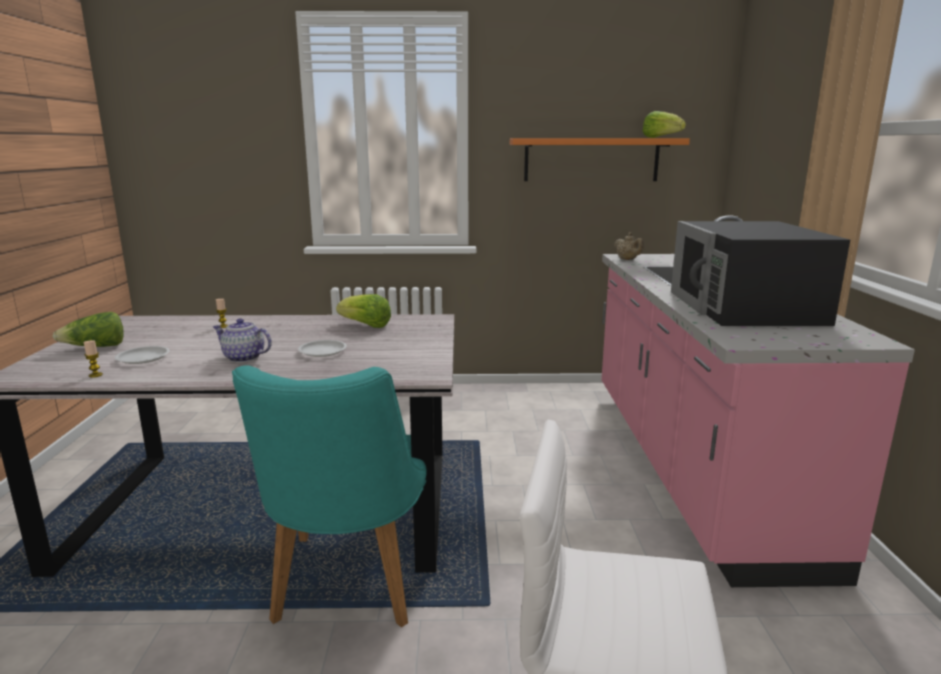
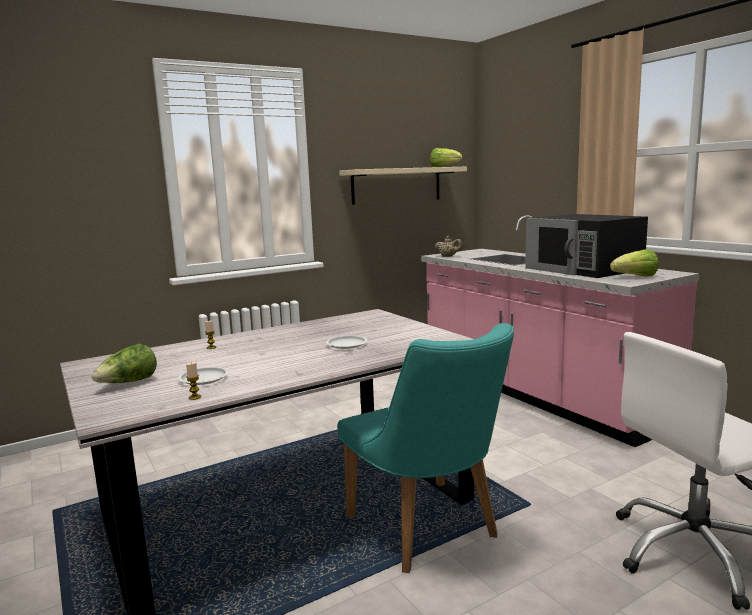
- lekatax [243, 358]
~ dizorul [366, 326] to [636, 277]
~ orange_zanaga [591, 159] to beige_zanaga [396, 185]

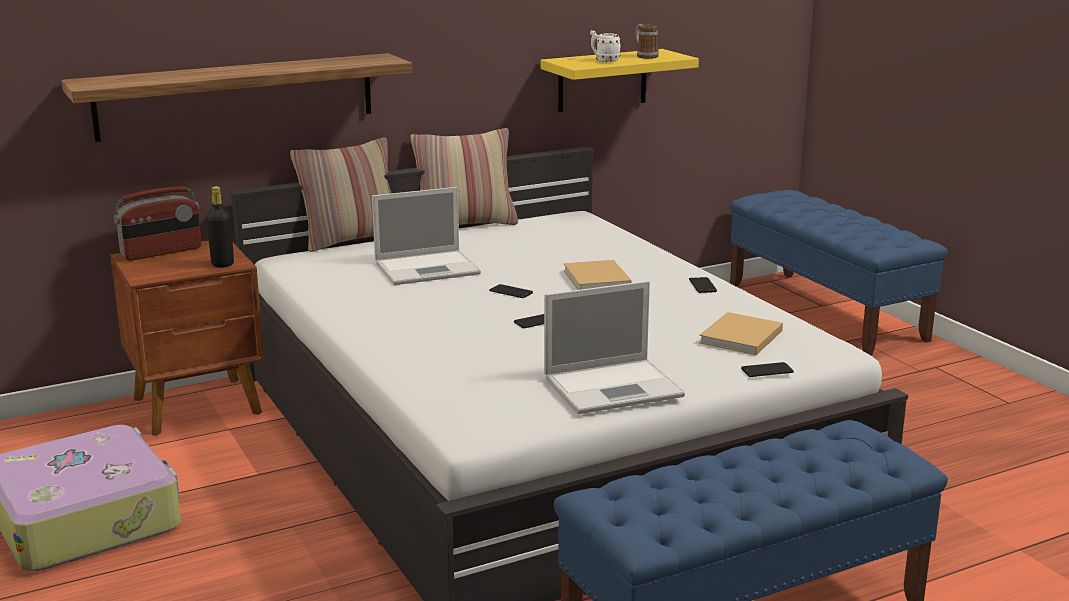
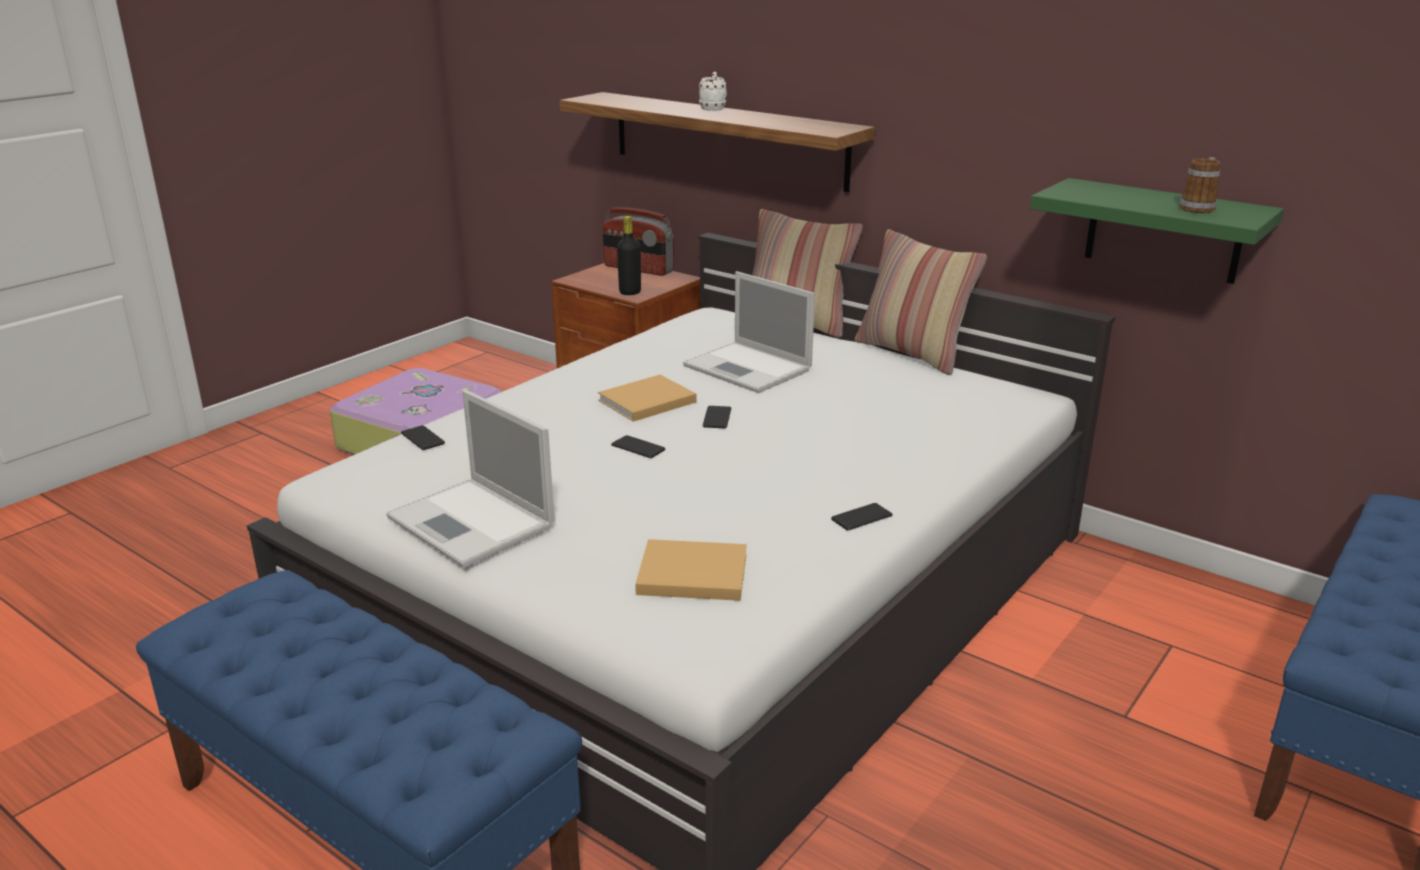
~ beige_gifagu [597, 279] to [645, 402]
~ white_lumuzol [604, 60] to [713, 109]
~ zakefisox [767, 370] to [422, 438]
~ yellow_zanaga [602, 80] to green_zanaga [1164, 231]

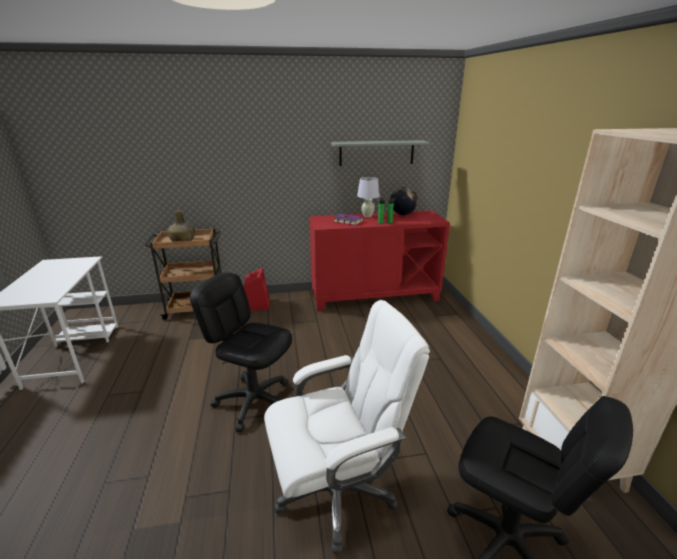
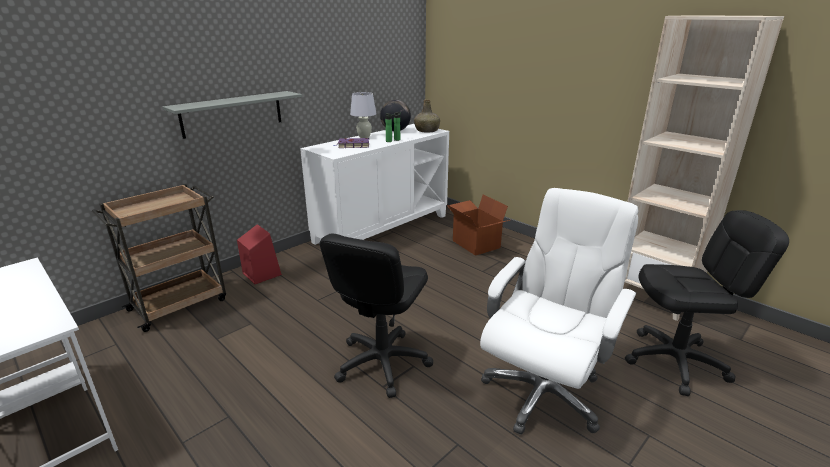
+ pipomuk [475, 244]
~ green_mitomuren [183, 240] to [427, 131]
~ grey_zanaga [376, 153] to [232, 114]
~ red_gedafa [374, 296] to white_gedafa [382, 228]
~ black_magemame [254, 401] = [382, 363] 60 degrees counterclockwise

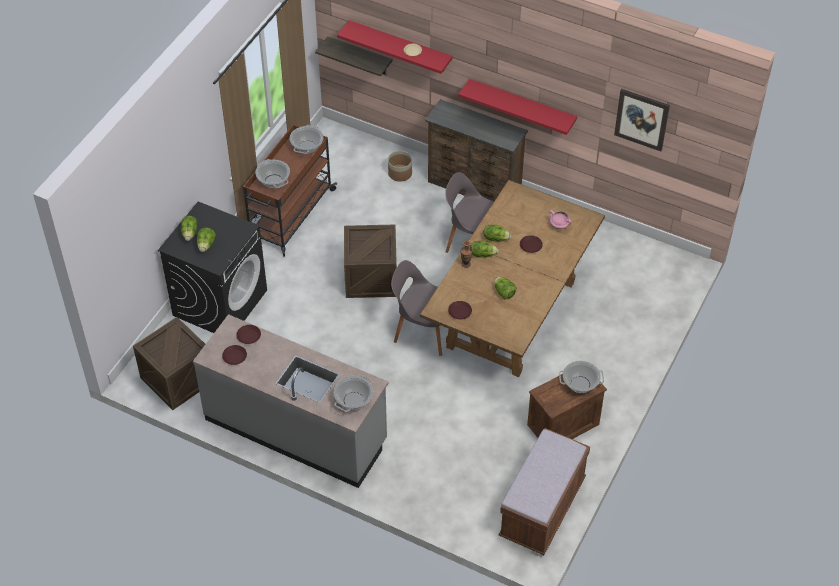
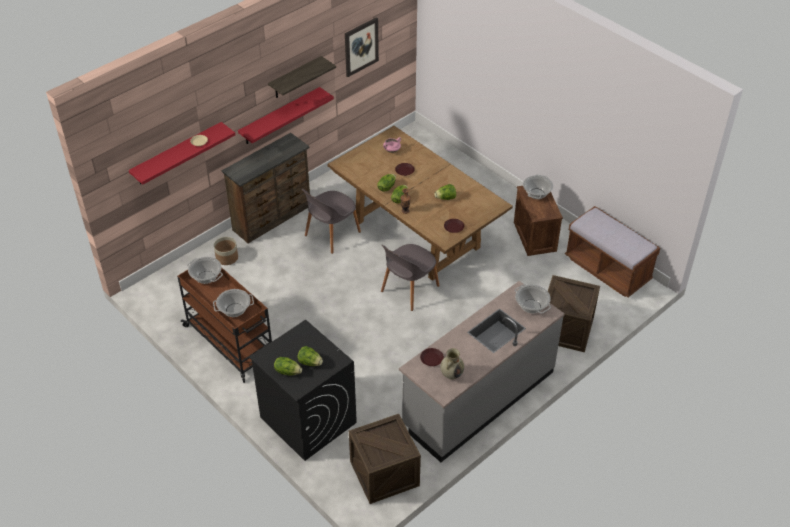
~ zanaga [360, 56] to [295, 78]
~ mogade [371, 277] to [565, 329]
~ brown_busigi [235, 356] to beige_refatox [451, 374]

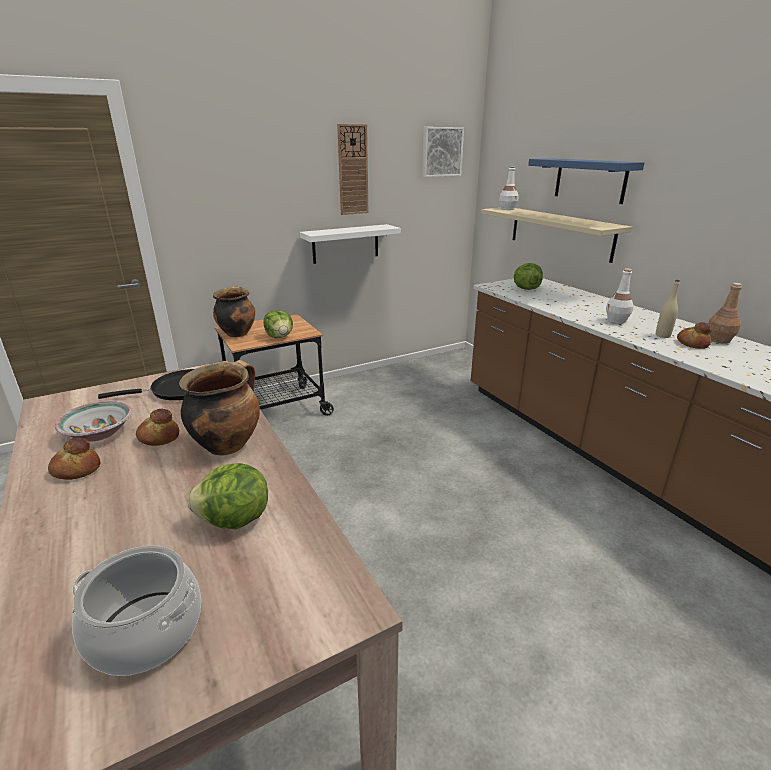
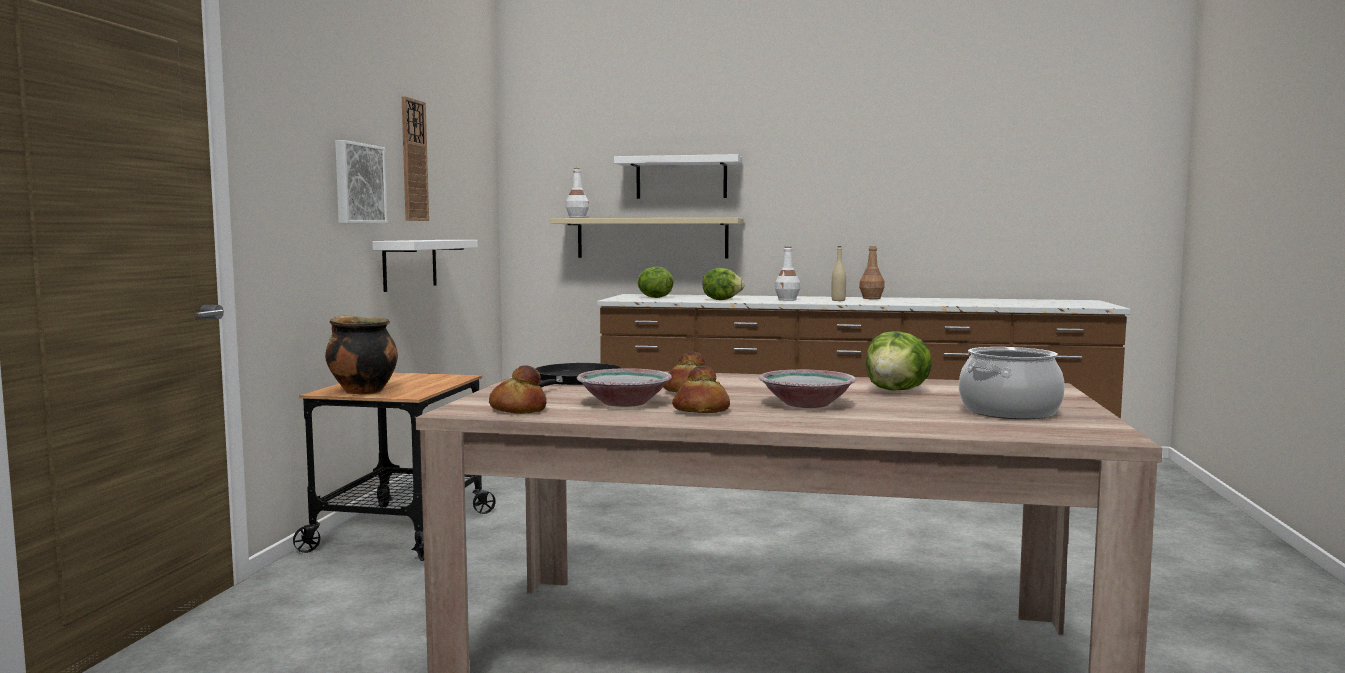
- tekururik [227, 444]
+ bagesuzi [805, 404]
~ dizorul [280, 337] to [721, 300]
~ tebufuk [441, 152] to [358, 183]
~ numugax [692, 344] to [518, 409]
~ blue_zanaga [590, 180] to white_zanaga [681, 178]

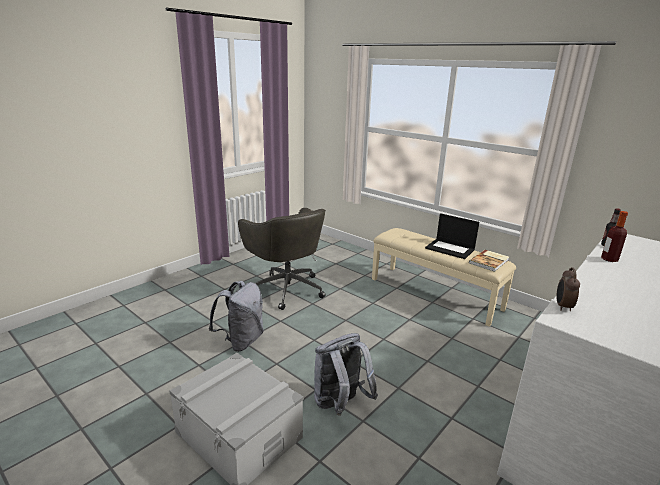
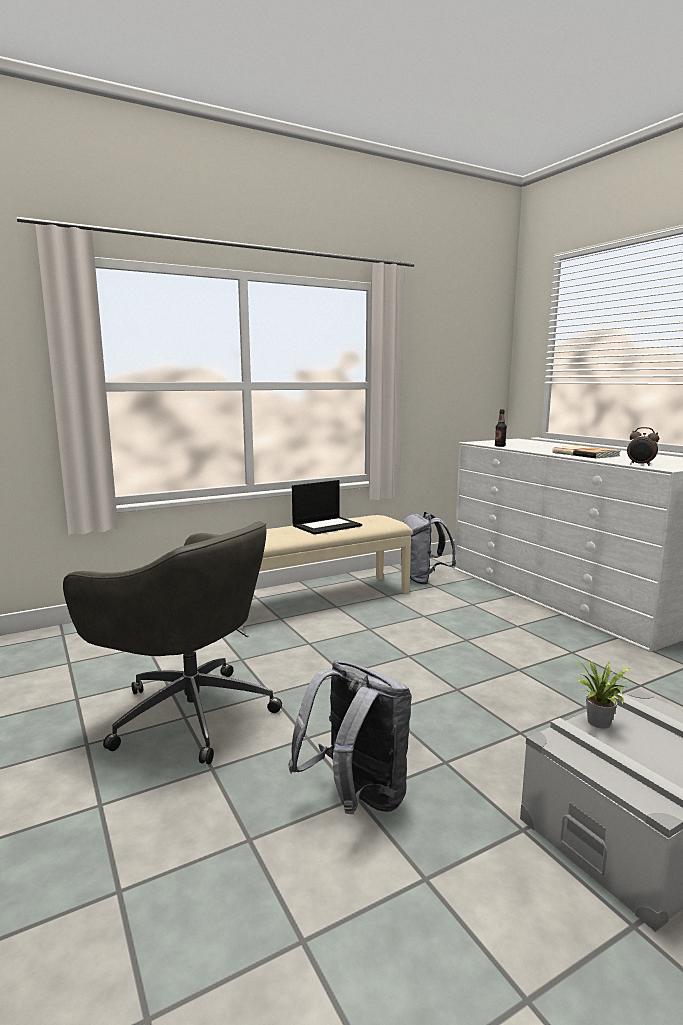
- mitomuren [609, 259]
+ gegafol [598, 724]
~ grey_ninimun [340, 404] to [423, 579]
~ gifagu [490, 261] to [585, 454]
~ grey_magemame [286, 288] = [188, 712] 45 degrees clockwise

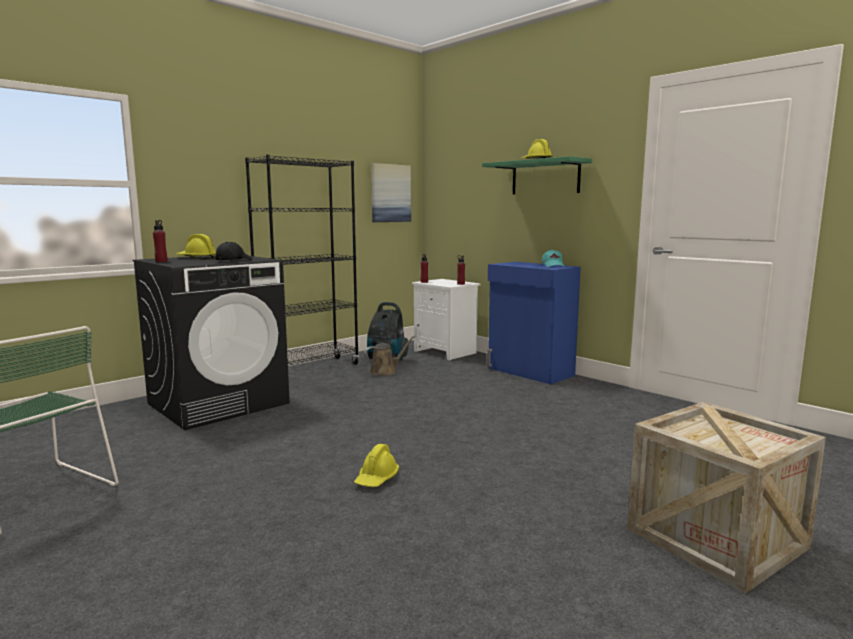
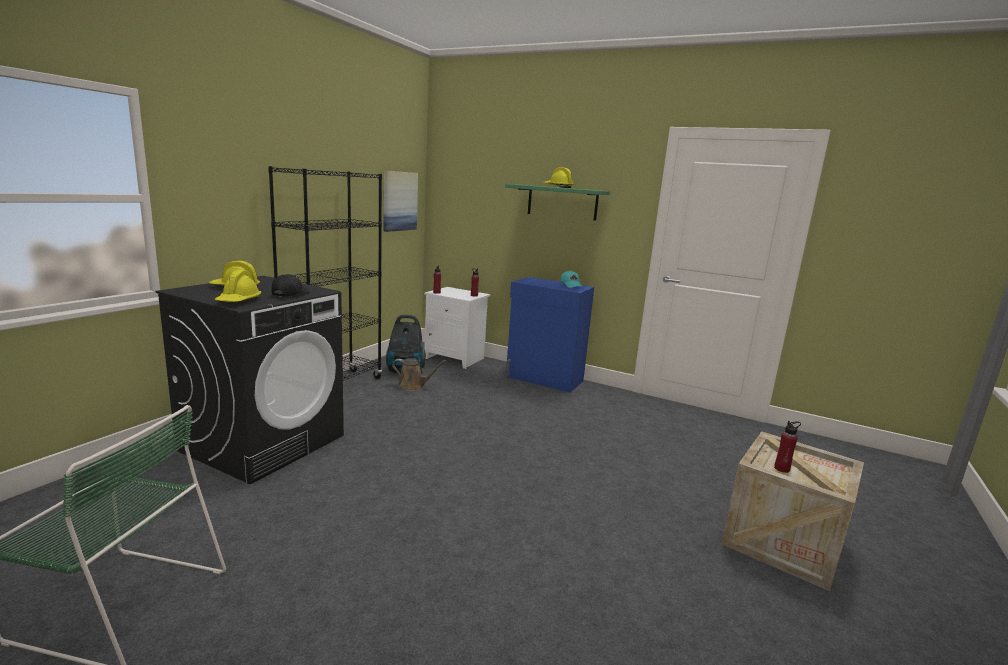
~ red_mitomuren [161, 261] to [782, 469]
~ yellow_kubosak [377, 479] to [238, 301]
~ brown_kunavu [385, 371] = [413, 386] 60 degrees clockwise

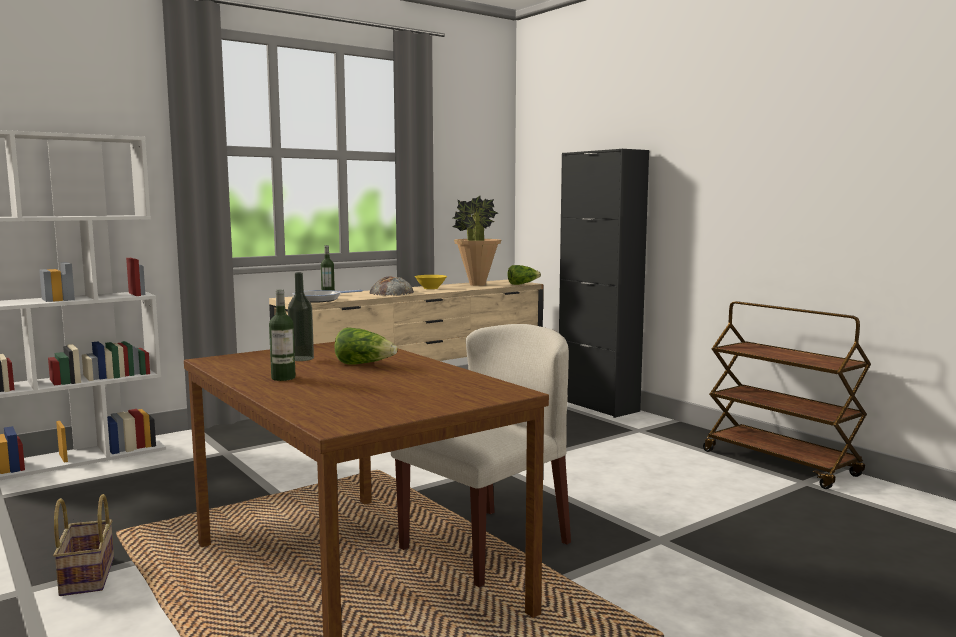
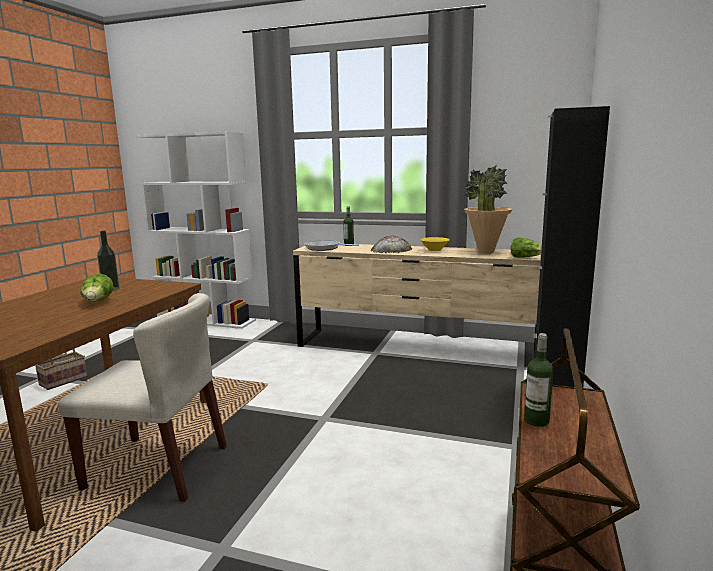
~ mitomuren [283, 378] to [536, 421]

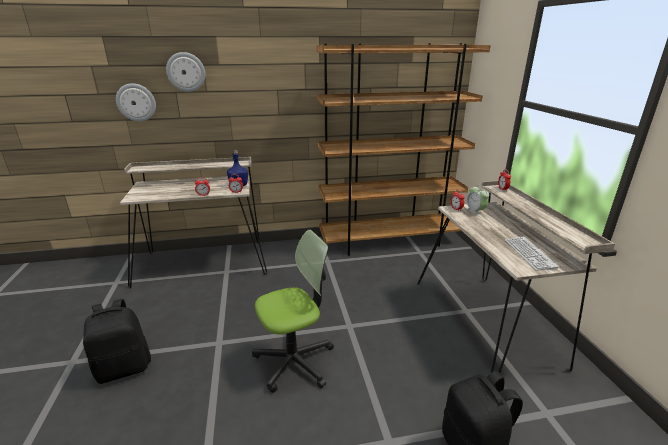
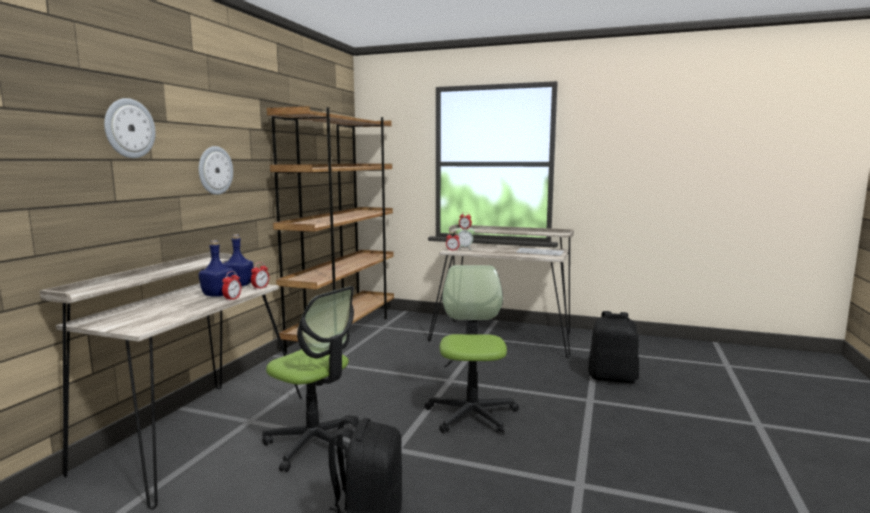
+ blue_mitomuren [218, 295]
+ magemame [315, 443]
~ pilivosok [136, 102] to [215, 170]

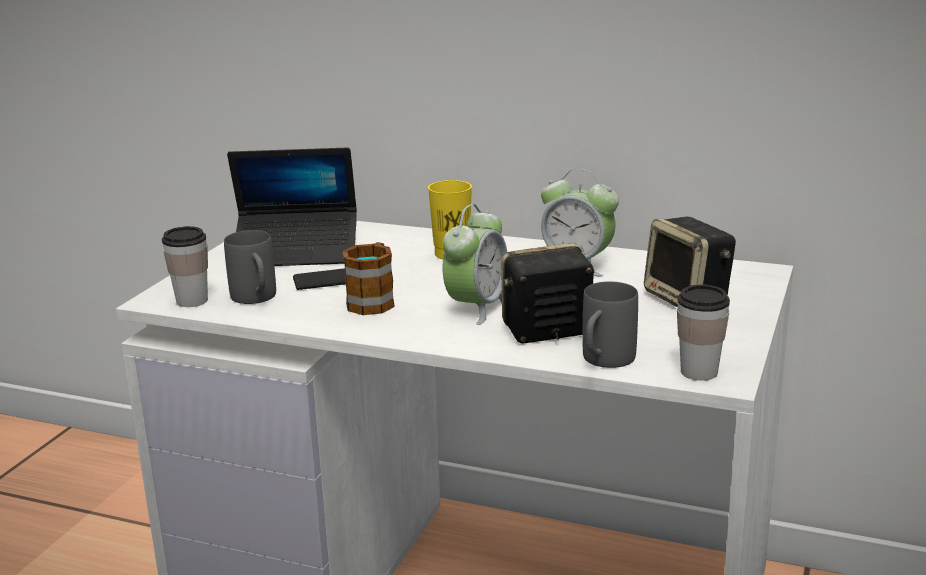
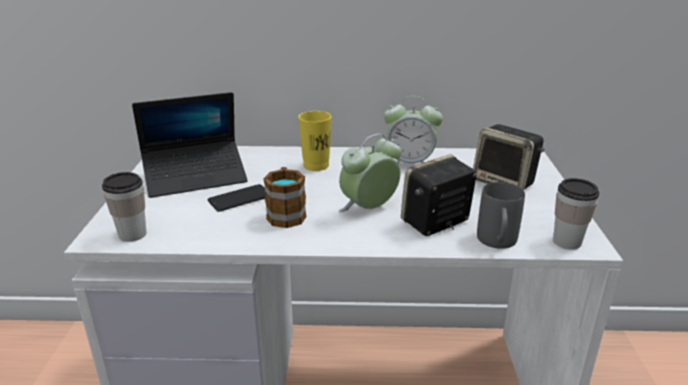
- grey_lumuzol [256, 299]
~ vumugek [477, 308] = [369, 209] 135 degrees counterclockwise

